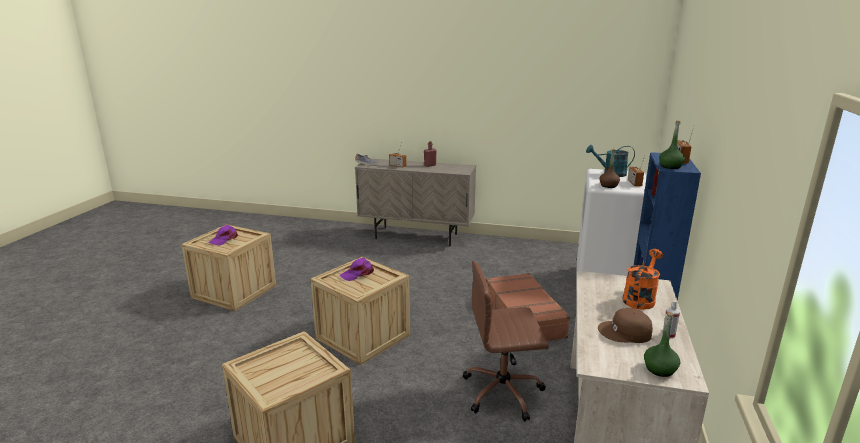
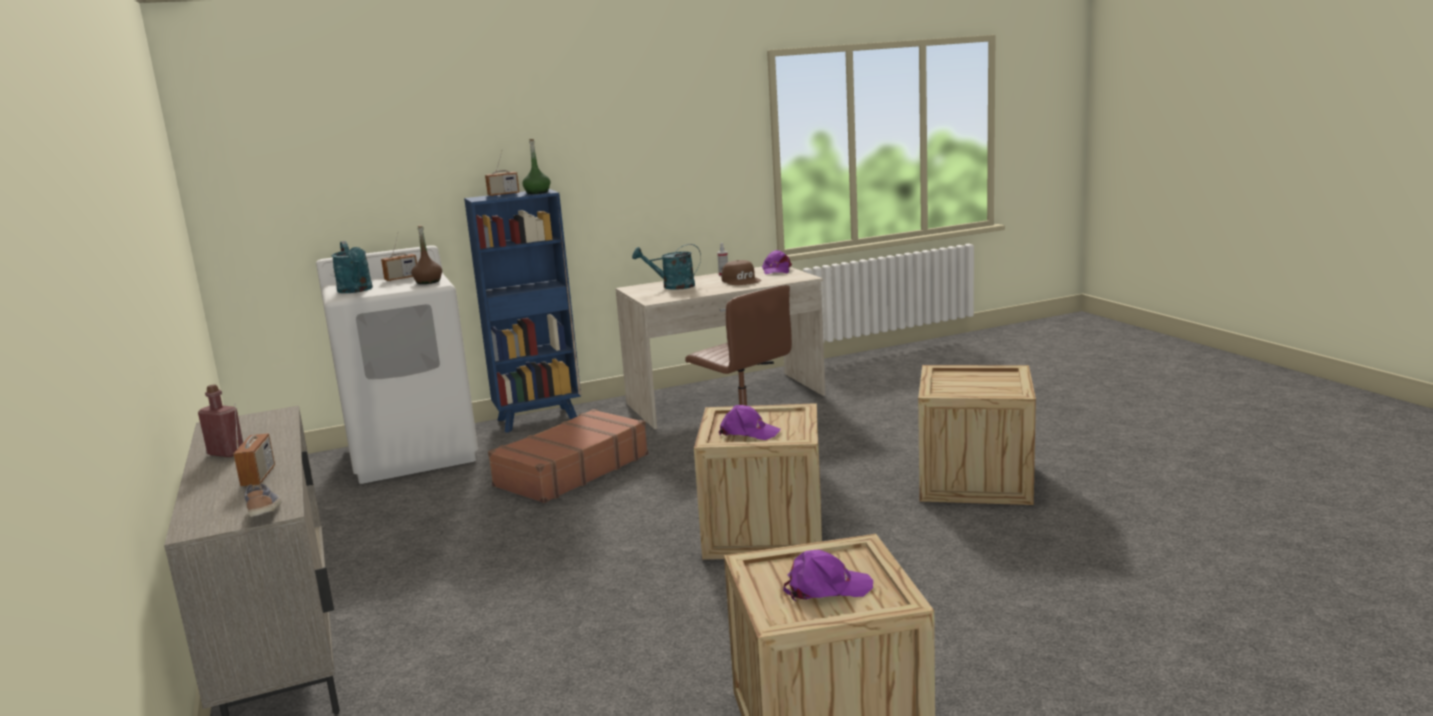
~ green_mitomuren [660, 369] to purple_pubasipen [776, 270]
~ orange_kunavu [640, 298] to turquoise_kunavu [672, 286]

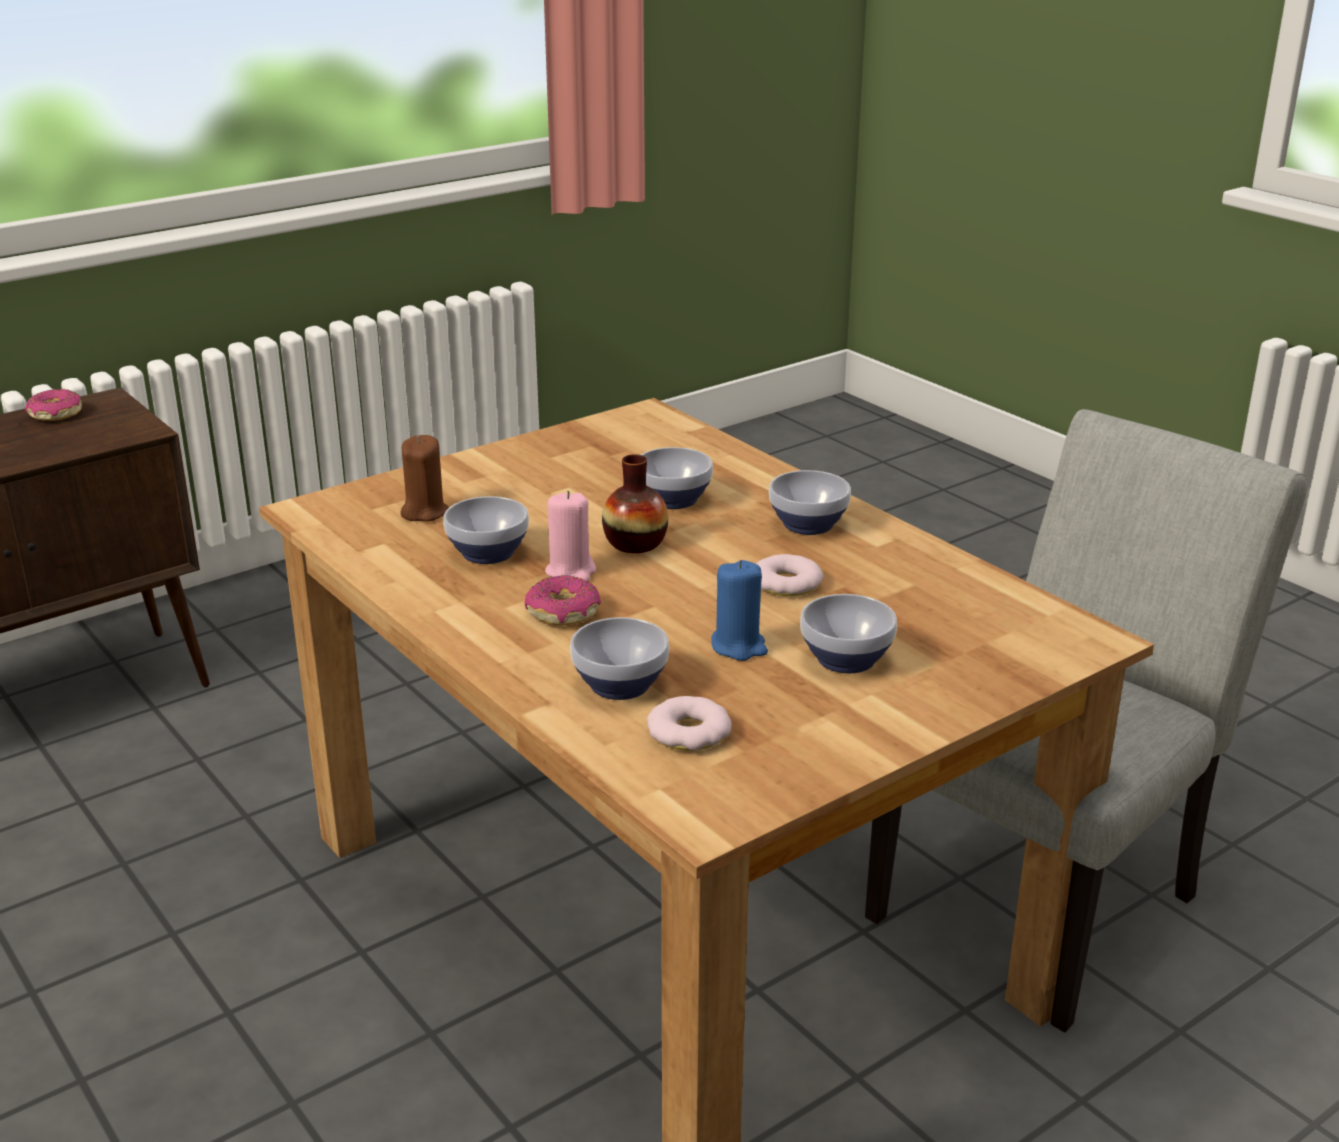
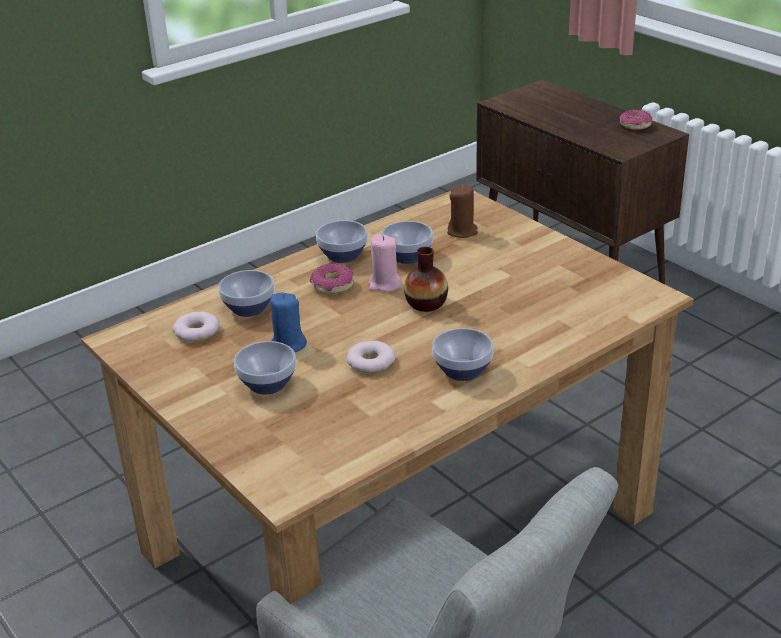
~ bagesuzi [671, 499] to [344, 255]

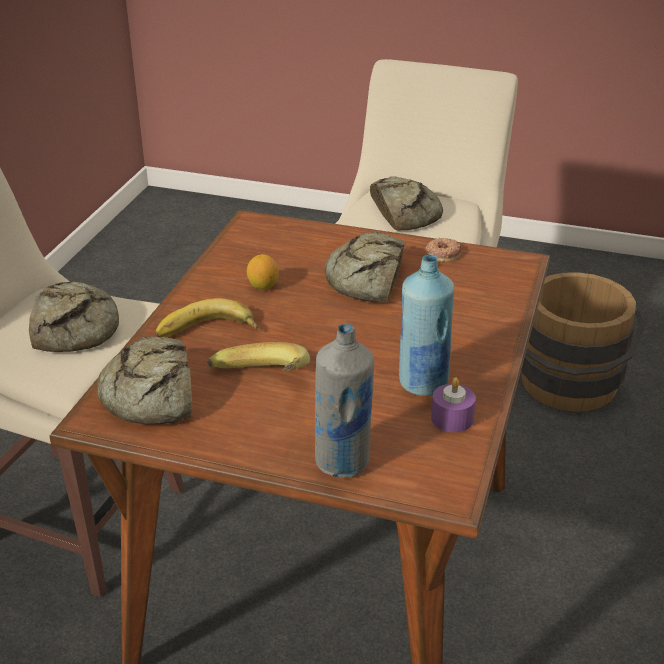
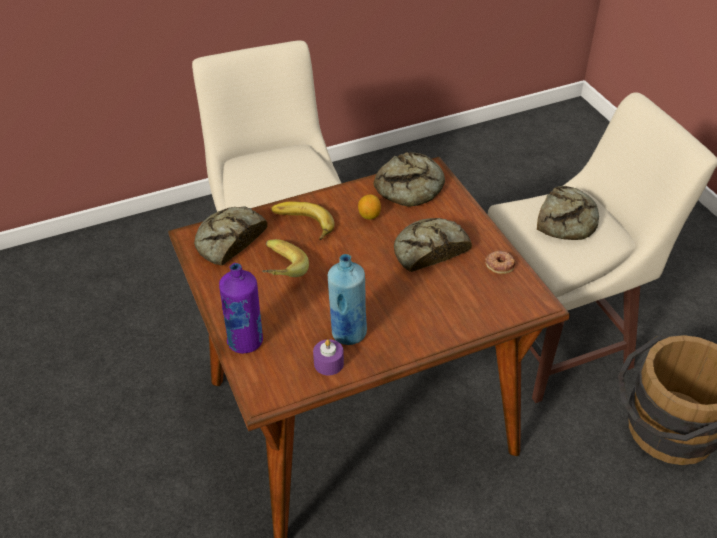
~ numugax [77, 327] to [412, 187]
~ grey_mitomuren [343, 462] to purple_mitomuren [246, 342]

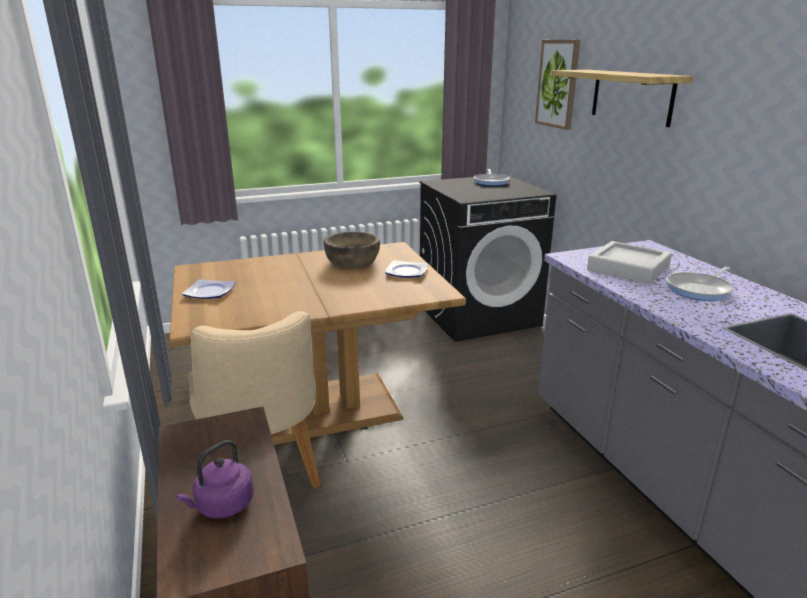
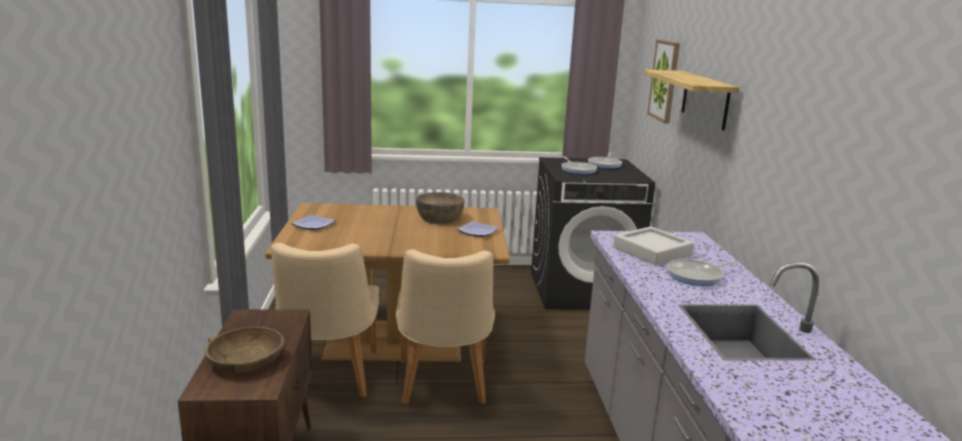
+ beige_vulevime [443, 387]
+ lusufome [577, 170]
~ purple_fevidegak [222, 506] to brown_bagesuzi [245, 360]

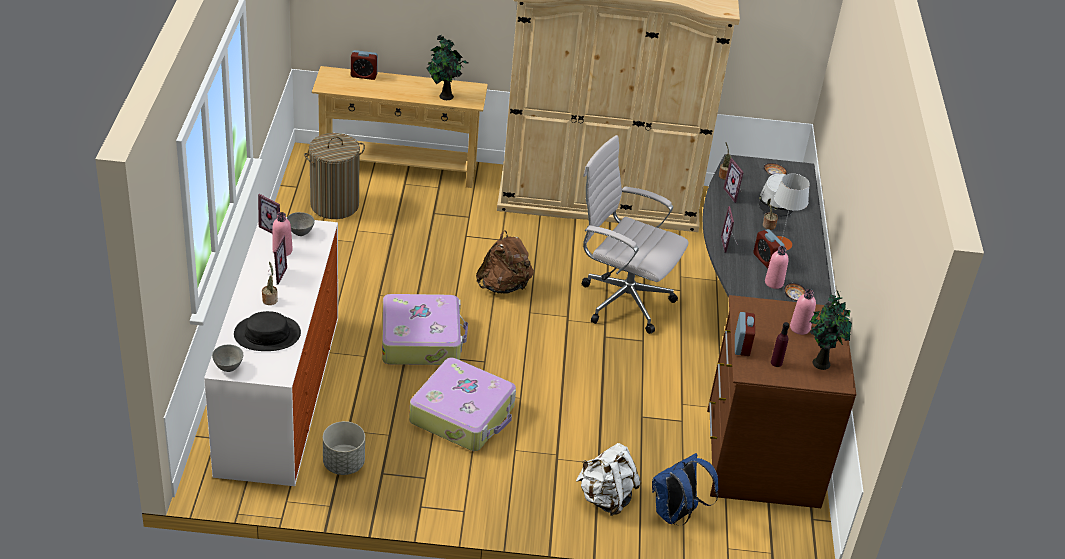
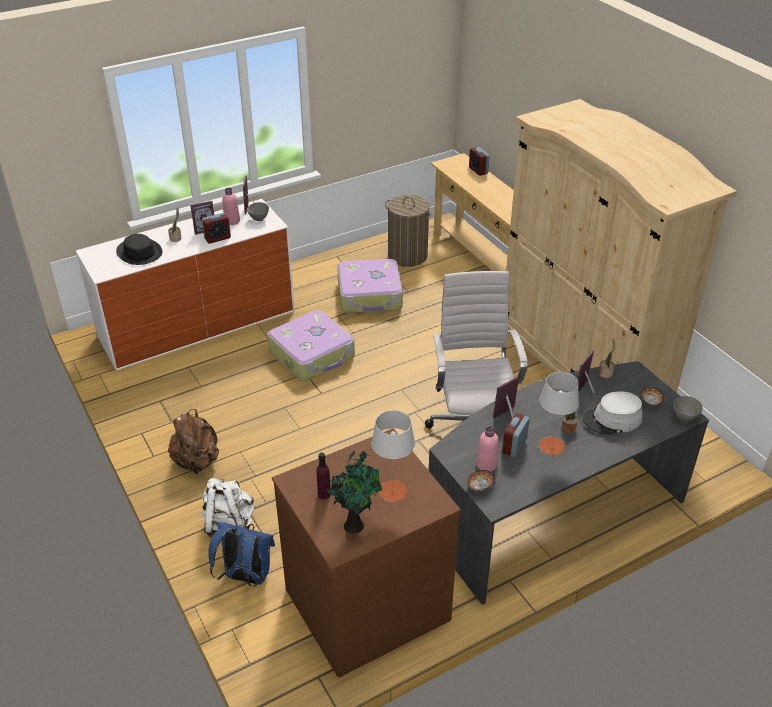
- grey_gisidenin [343, 464]
- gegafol [445, 96]
~ grey_bagesuzi [228, 368] to [684, 417]
~ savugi [463, 414] to [370, 295]
~ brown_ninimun [504, 286] to [196, 462]
~ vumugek [742, 345] to [217, 238]
~ pink_mitomuren [799, 328] to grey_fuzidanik [393, 490]

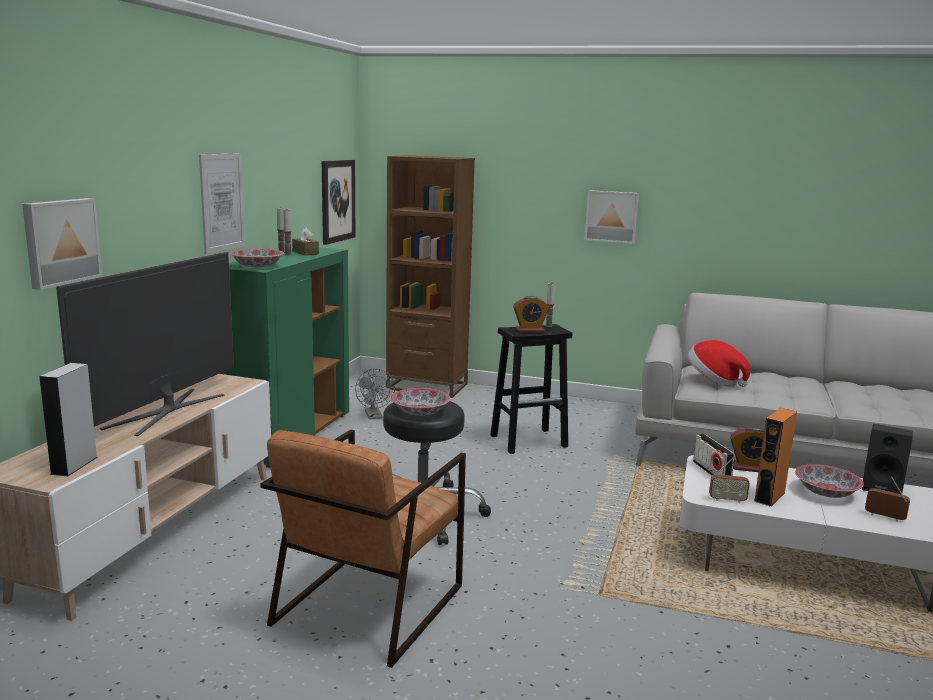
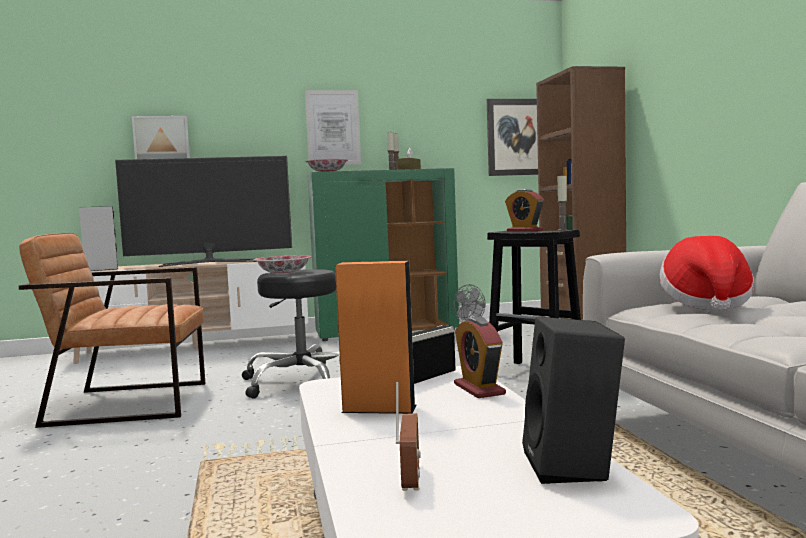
- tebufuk [611, 216]
- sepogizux [727, 500]
- bagesuzi [827, 493]

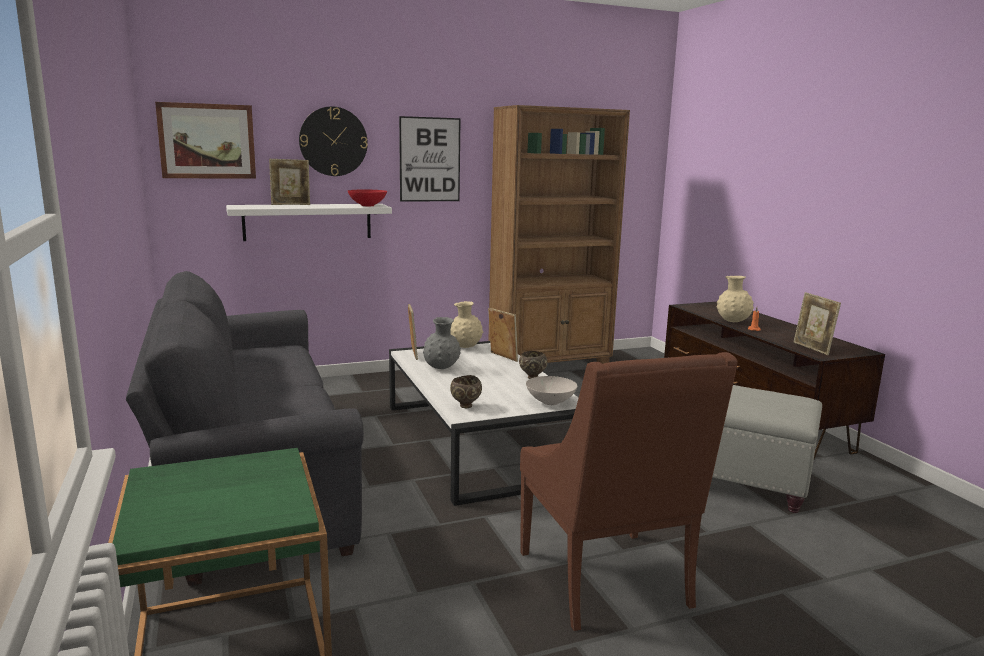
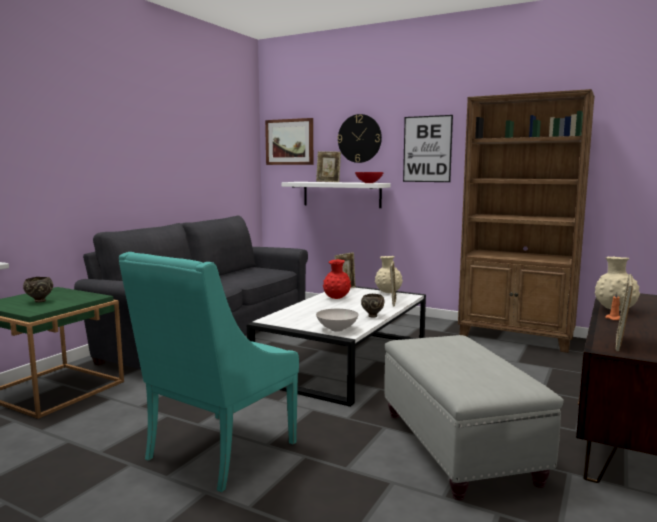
~ brown_bagesuzi [465, 406] to [39, 301]
~ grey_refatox [441, 368] to red_refatox [336, 298]
~ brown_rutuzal [608, 581] to turquoise_rutuzal [217, 452]

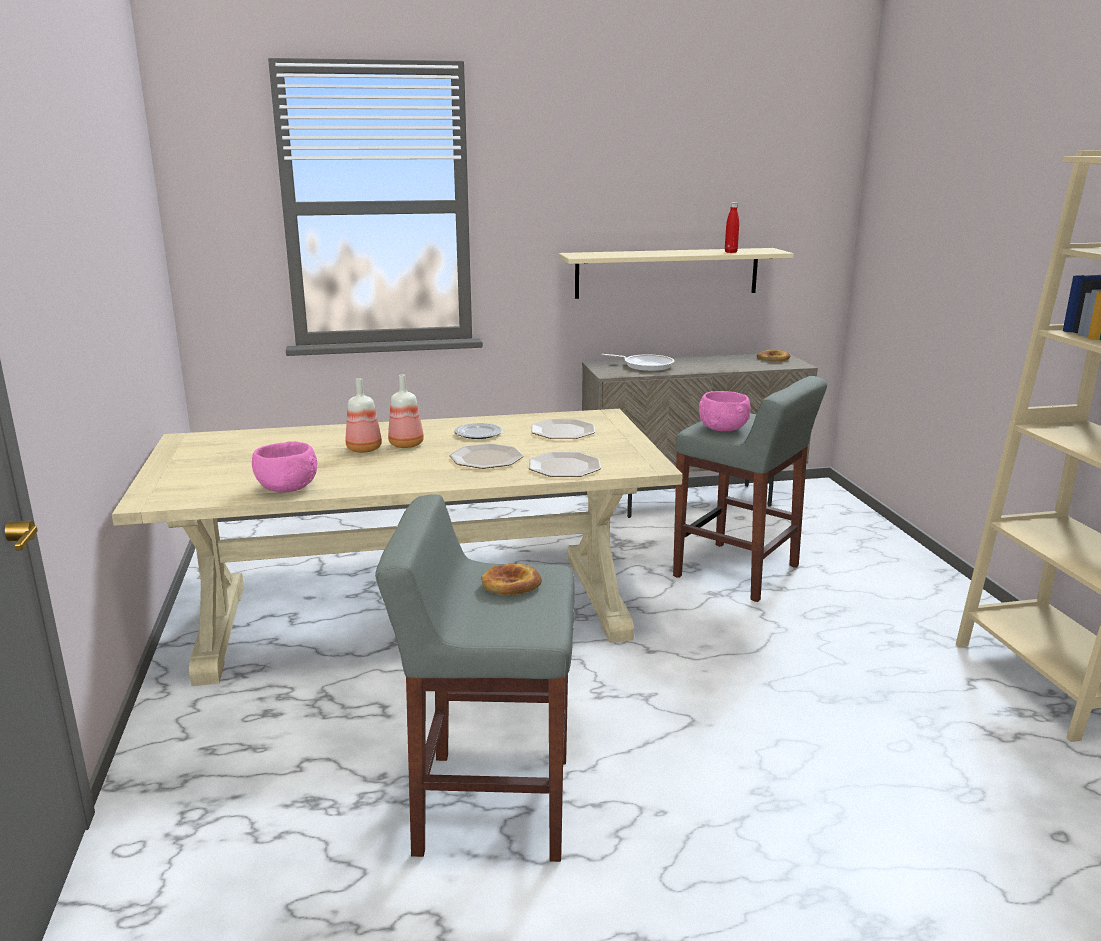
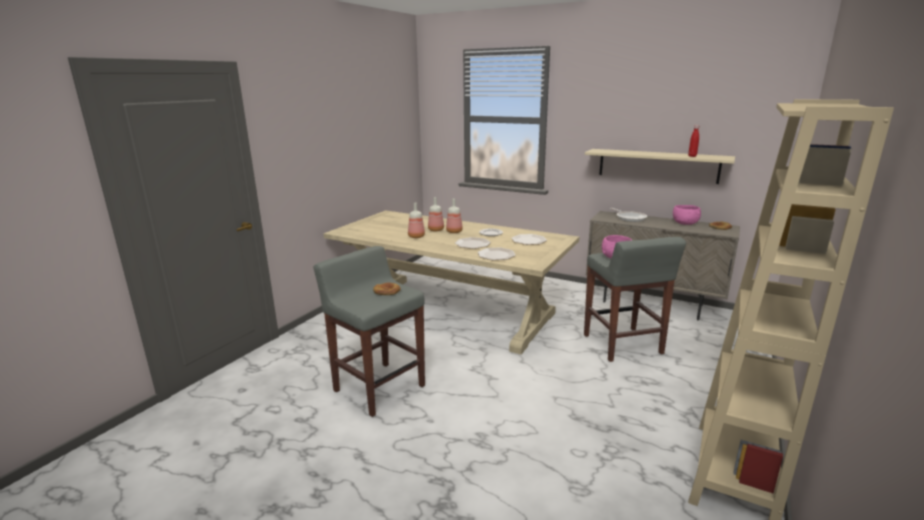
+ mitomuren [416, 237]
~ pink_bagesuzi [286, 487] to [684, 223]

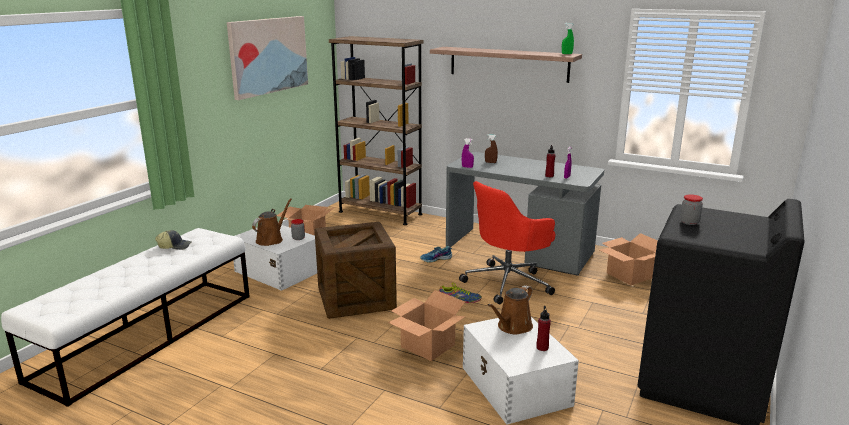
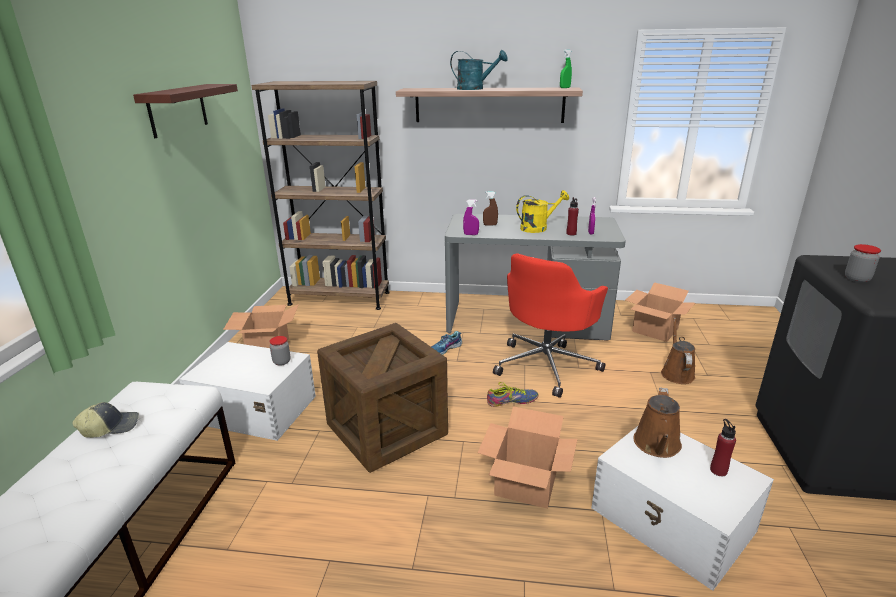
+ turquoise_kunavu [475, 89]
+ yellow_kunavu [538, 228]
~ brown_kunavu [271, 239] to [676, 373]
~ tebufuk [268, 55] to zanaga [178, 110]

